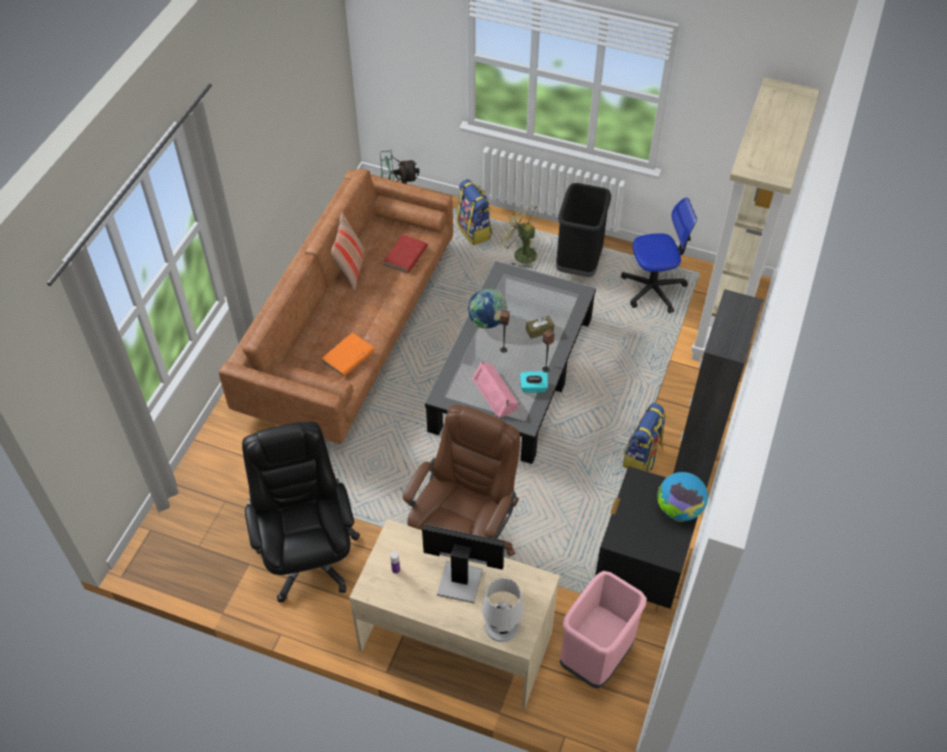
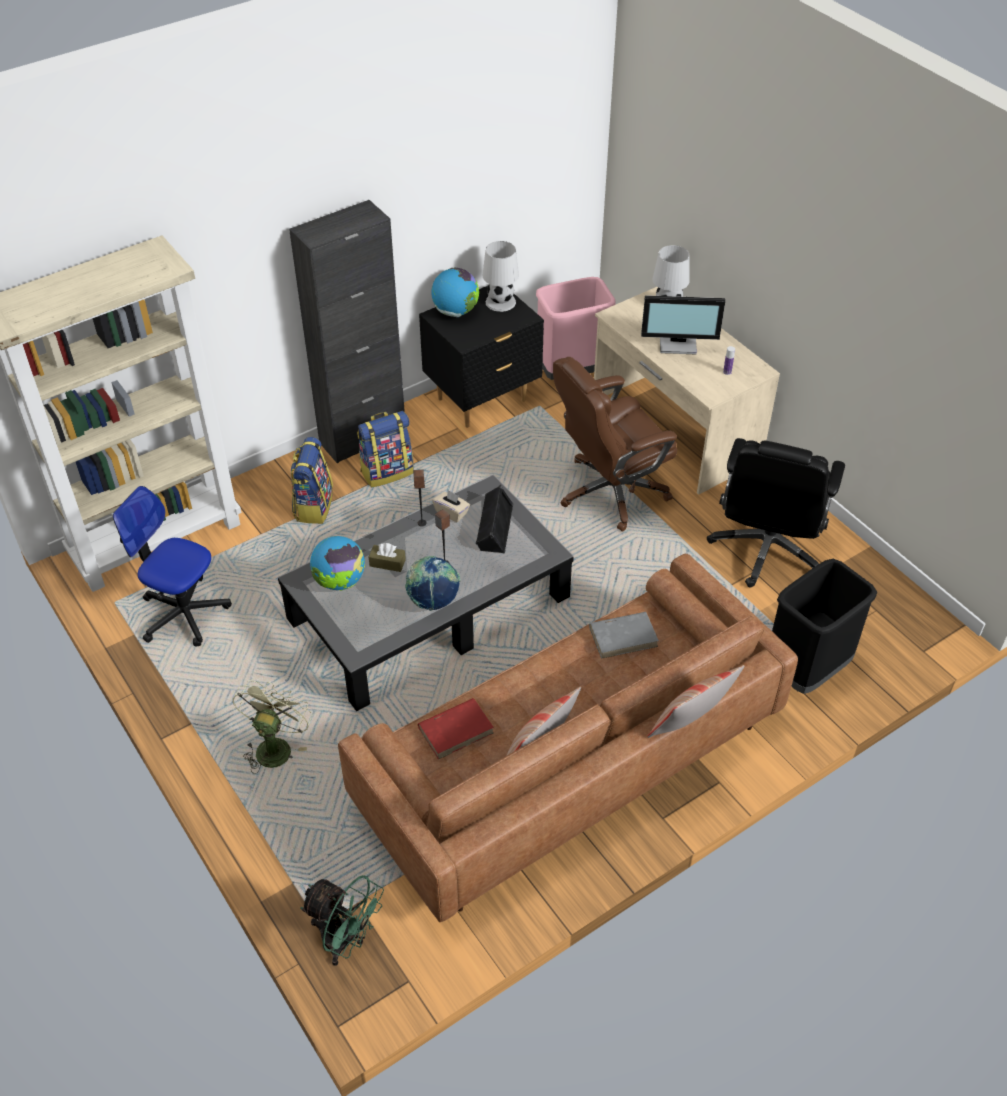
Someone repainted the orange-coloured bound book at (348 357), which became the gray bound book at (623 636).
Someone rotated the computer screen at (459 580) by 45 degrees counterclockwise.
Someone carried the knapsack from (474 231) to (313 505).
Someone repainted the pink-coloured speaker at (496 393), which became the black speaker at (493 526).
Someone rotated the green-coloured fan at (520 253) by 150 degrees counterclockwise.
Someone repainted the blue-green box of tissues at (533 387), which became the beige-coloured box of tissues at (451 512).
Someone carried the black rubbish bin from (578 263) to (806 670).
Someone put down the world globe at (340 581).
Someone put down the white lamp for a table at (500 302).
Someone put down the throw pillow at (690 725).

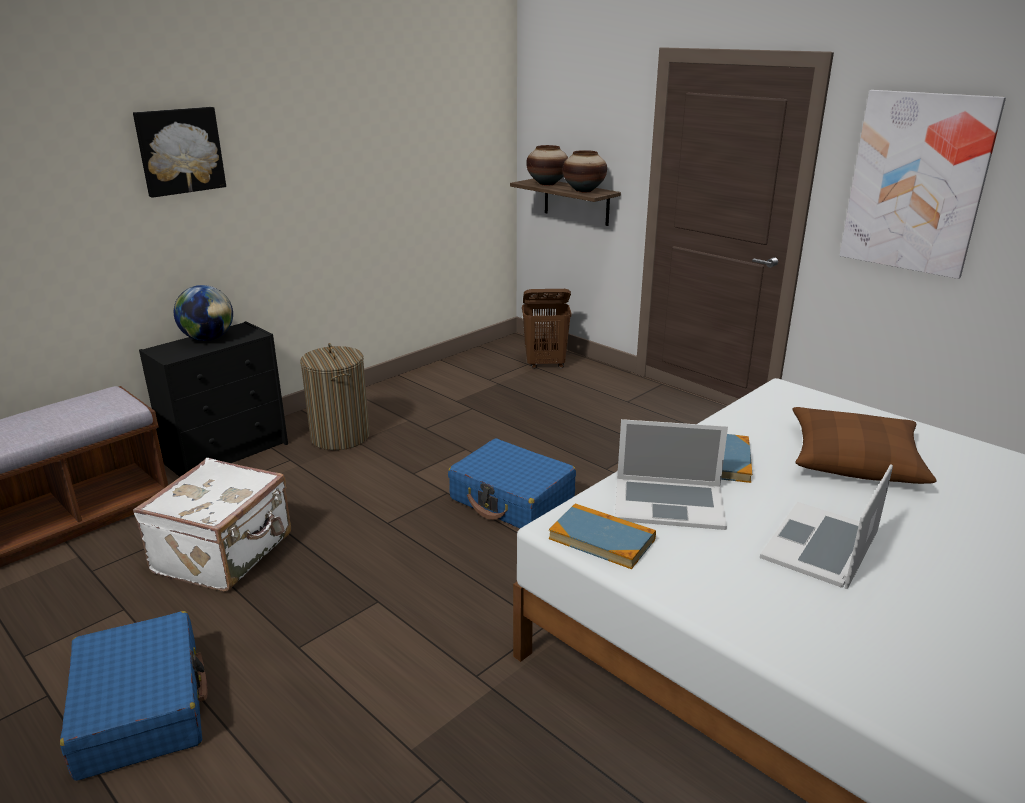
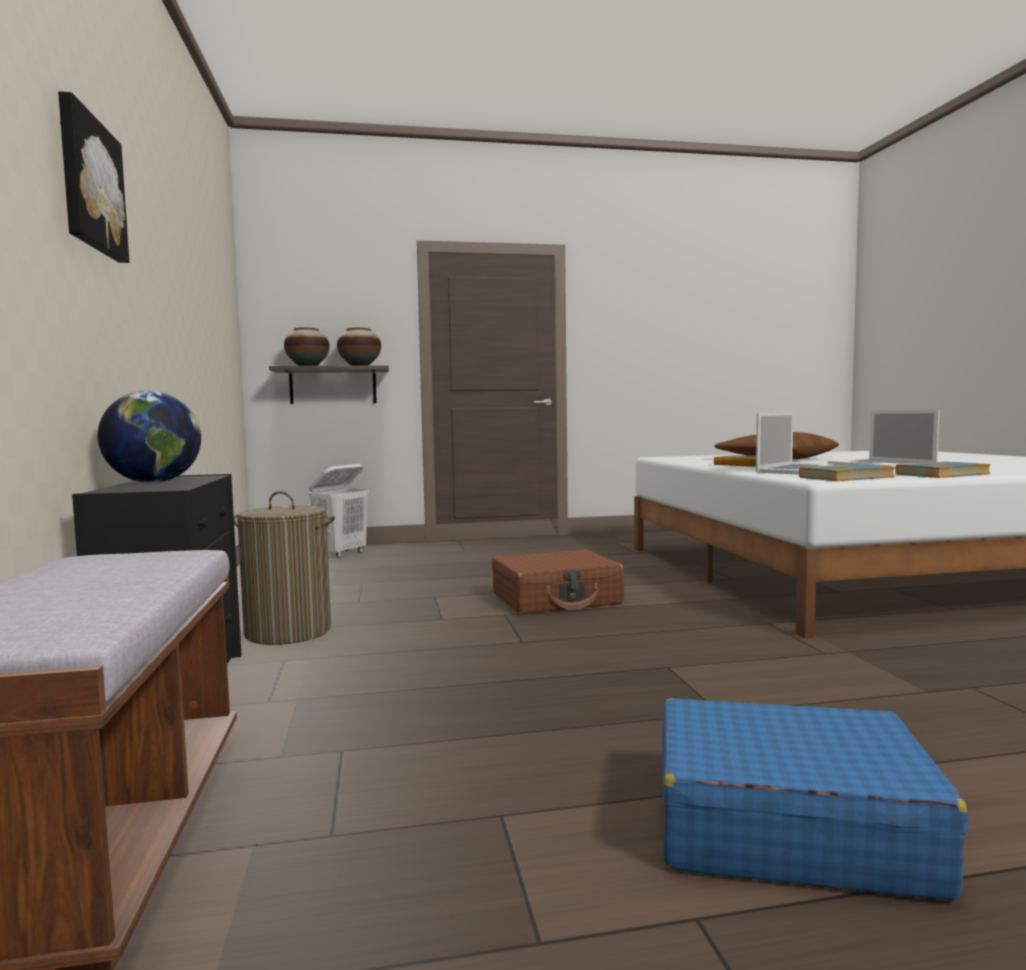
Someone took away the white travel case at (226 553).
Someone repainted the bluish travel case at (512 499), which became the brown travel case at (557 599).
Someone repainted the brown laundry basket at (545 364), which became the white laundry basket at (342 554).
Someone took away the wall art at (916 183).
Someone put down the bound book at (942 474).

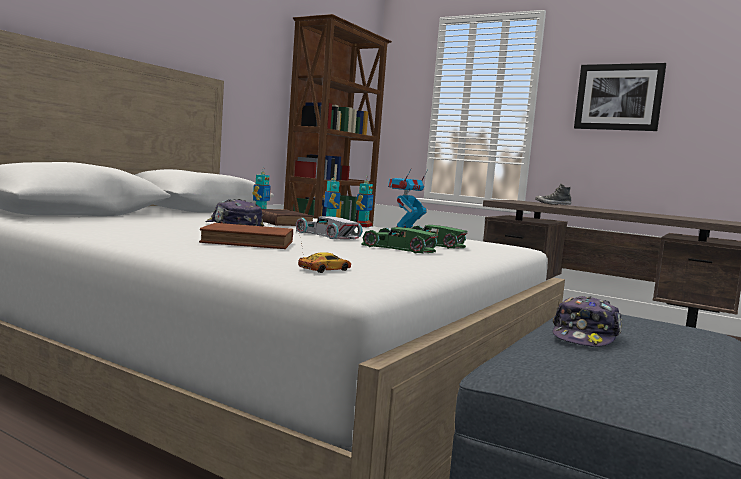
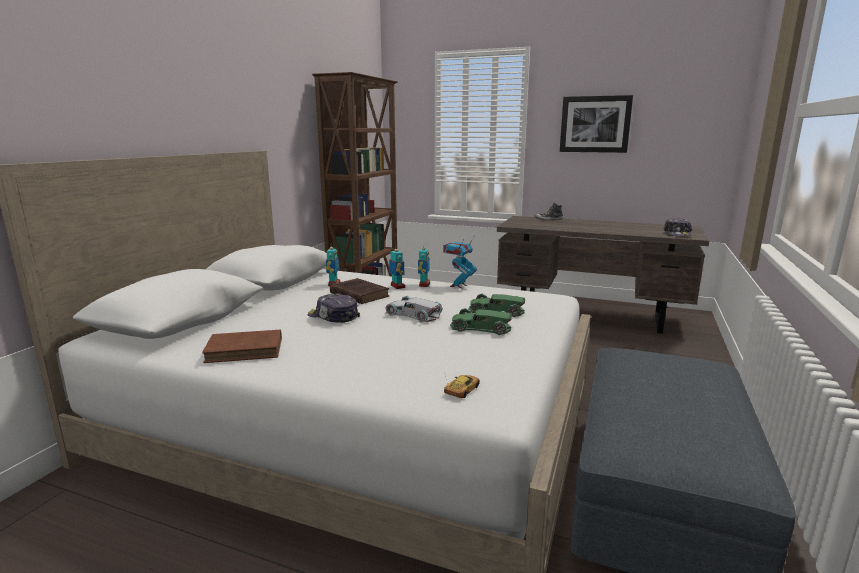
Someone carried the brown bound book from (250 242) to (247 350).
Someone carried the baseball cap from (585 336) to (677 234).

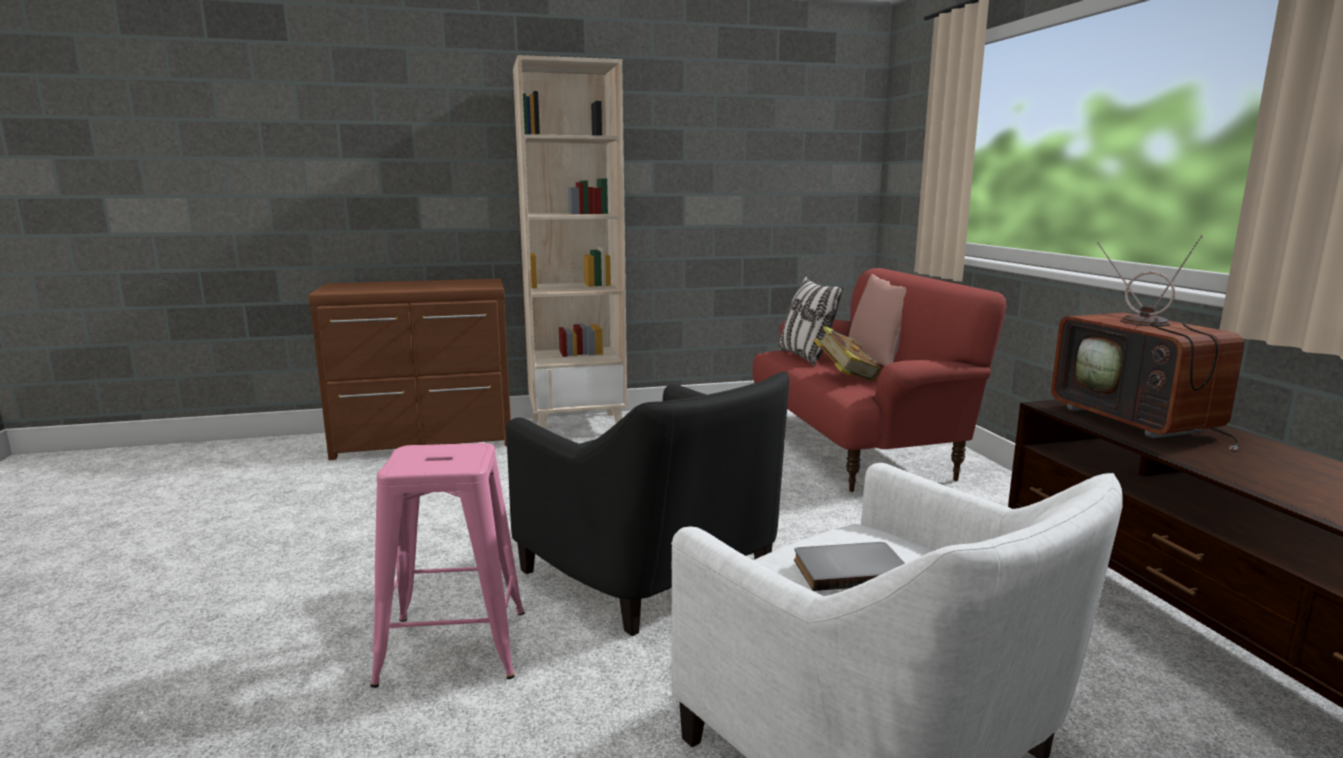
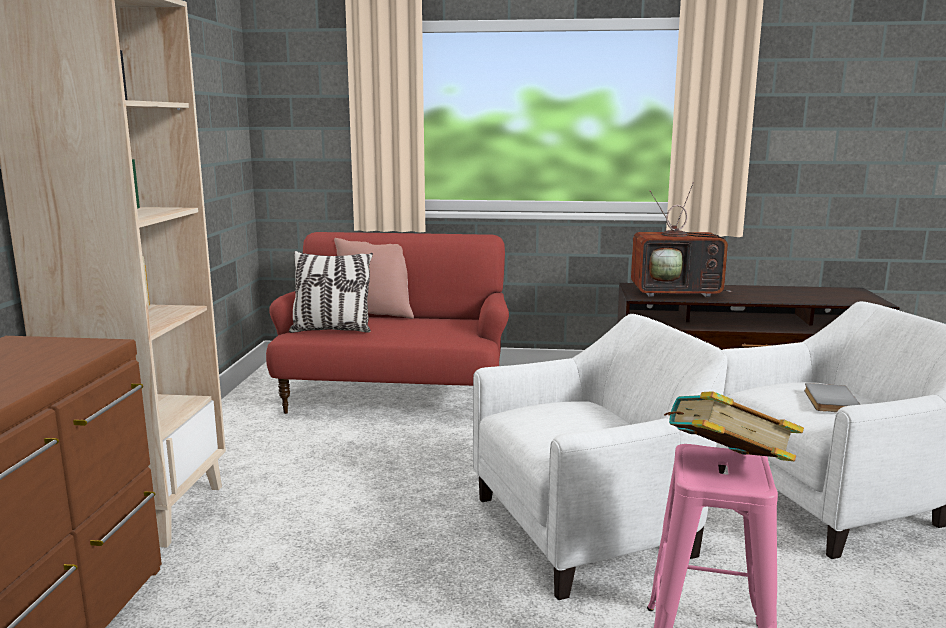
Someone repainted the black easy chair at (655 571), which became the white easy chair at (591 528).
Someone carried the bound book from (845 378) to (726 467).

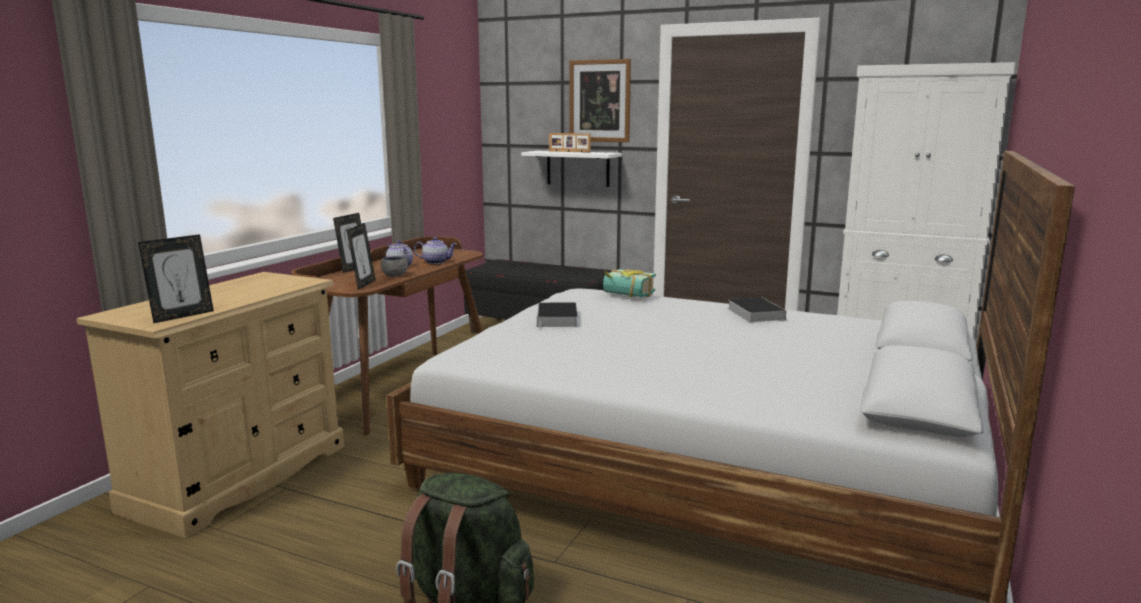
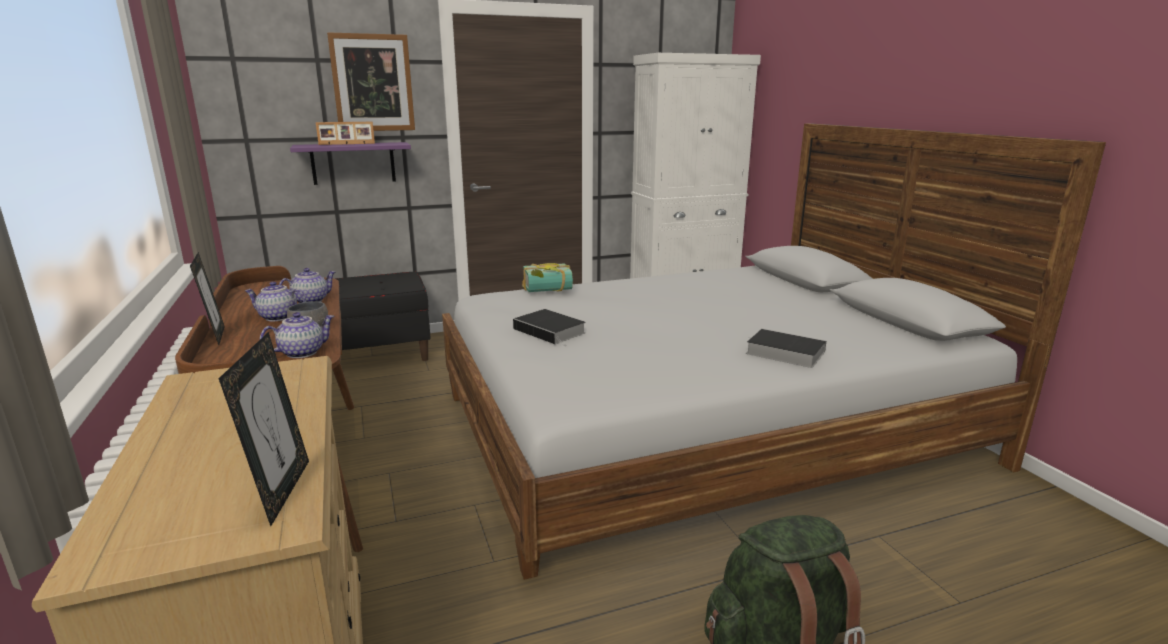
Someone swapped the photo frame at (363 284) for the teapot at (302 352).
Someone repainted the white wall shelf at (578 168), which became the purplish wall shelf at (353 163).
Someone carried the bound book from (754 313) to (782 352).

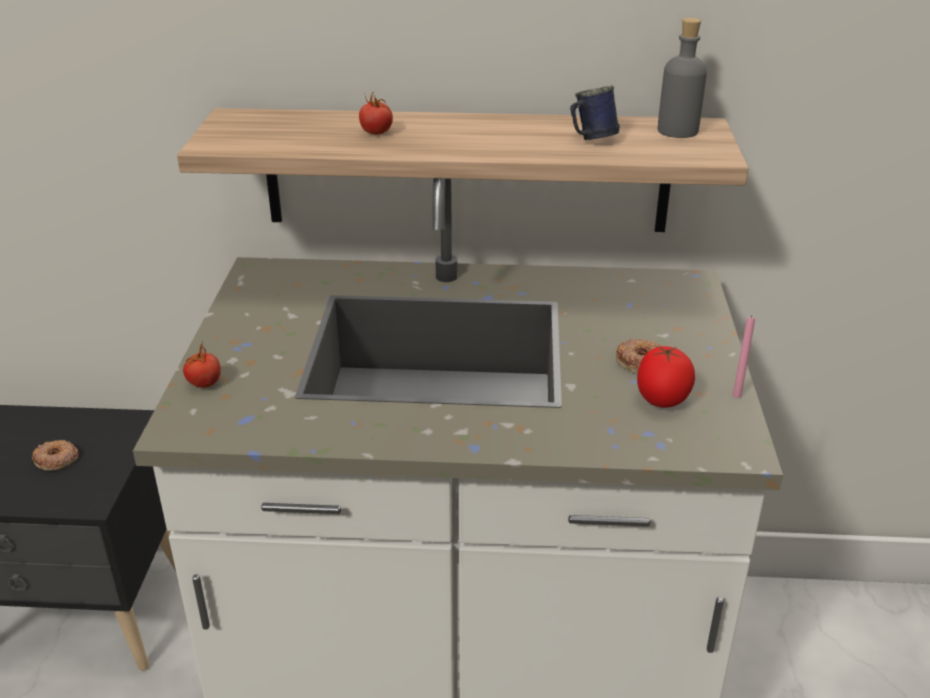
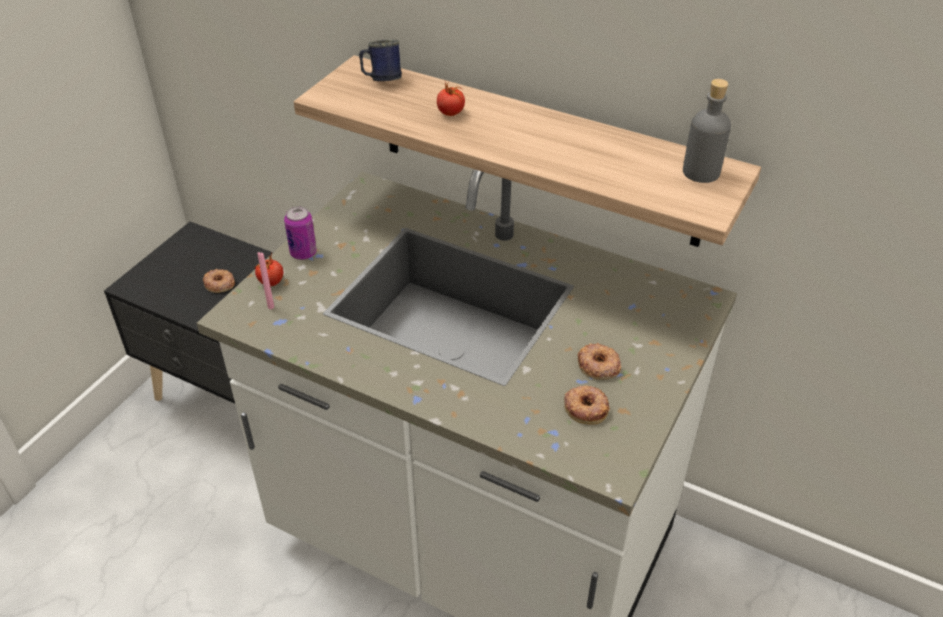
Someone carried the bluish mug from (590 140) to (381 80).
Someone swapped the tomato at (662 402) for the donut at (586 407).
Someone carried the pink-coloured wax light from (736 395) to (271 307).
Someone put down the metal can at (303 253).

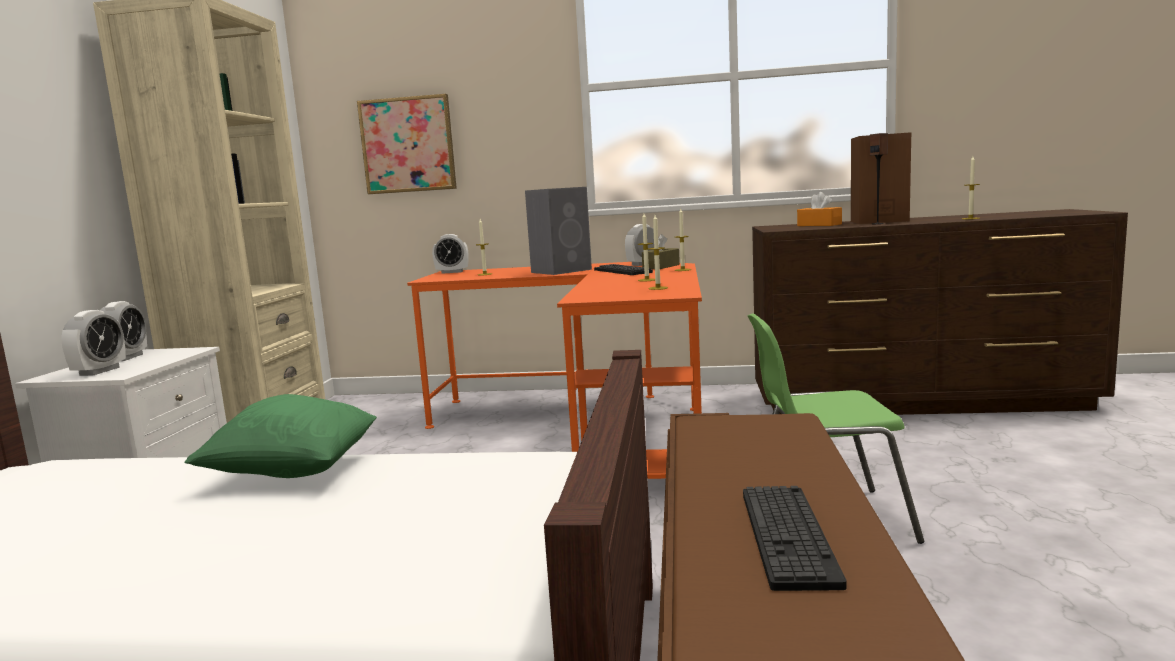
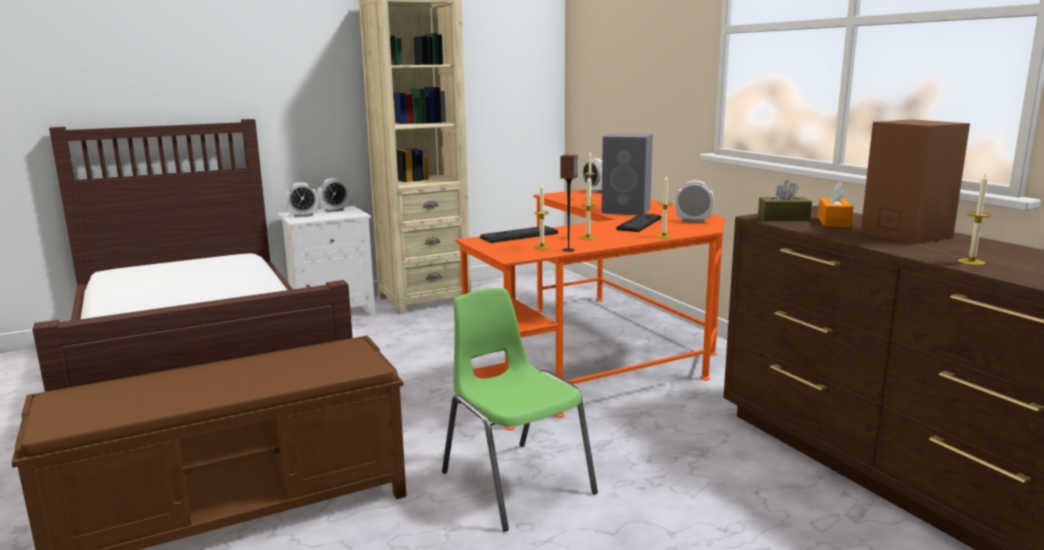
Someone took away the green-coloured throw pillow at (293 471).
Someone took away the wall art at (408 145).
Someone carried the brown box of tissues from (661 267) to (783 218).
Someone carried the PC keyboard from (787 535) to (519 235).
Someone carried the speaker from (877 223) to (568 250).

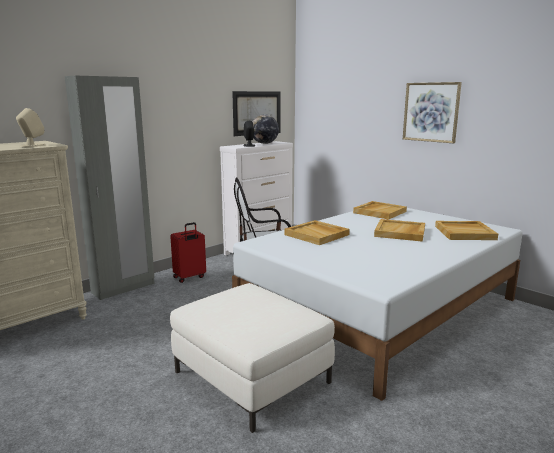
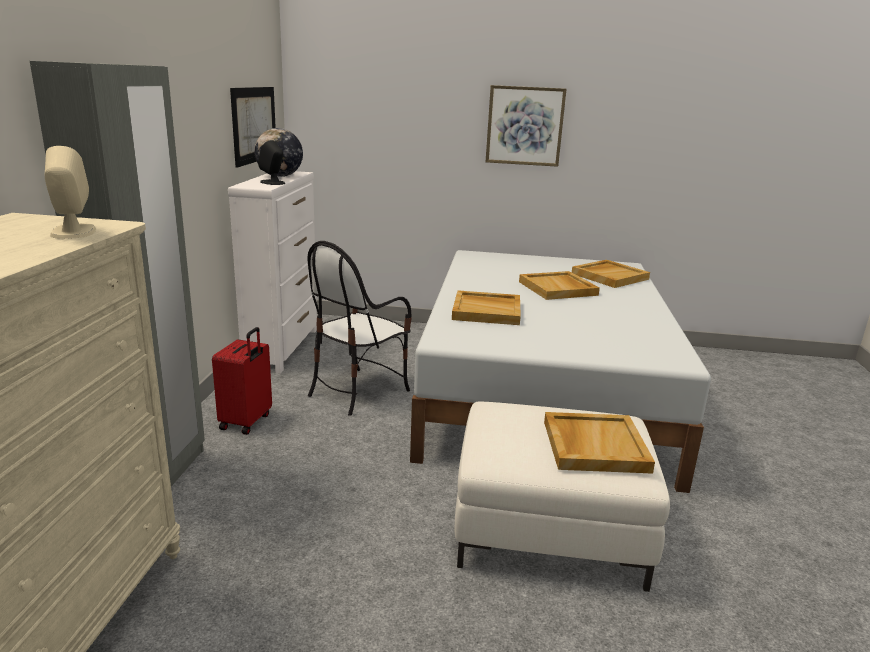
Someone carried the beige-coloured carrying tray from (379 212) to (593 445).

